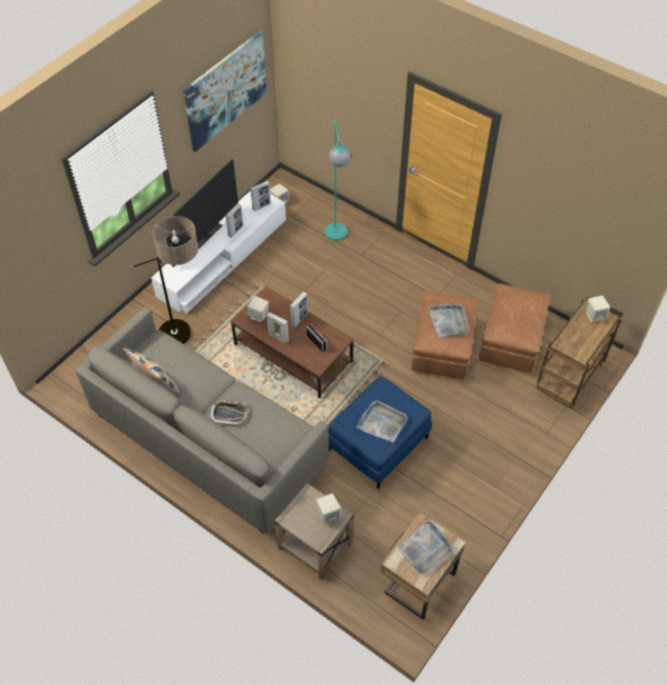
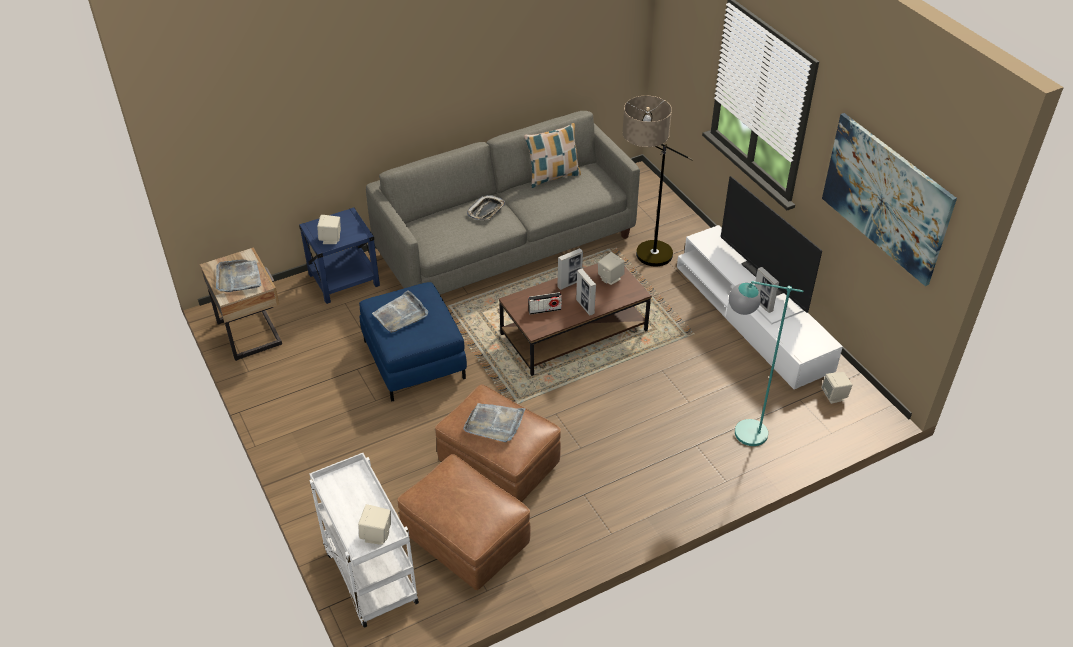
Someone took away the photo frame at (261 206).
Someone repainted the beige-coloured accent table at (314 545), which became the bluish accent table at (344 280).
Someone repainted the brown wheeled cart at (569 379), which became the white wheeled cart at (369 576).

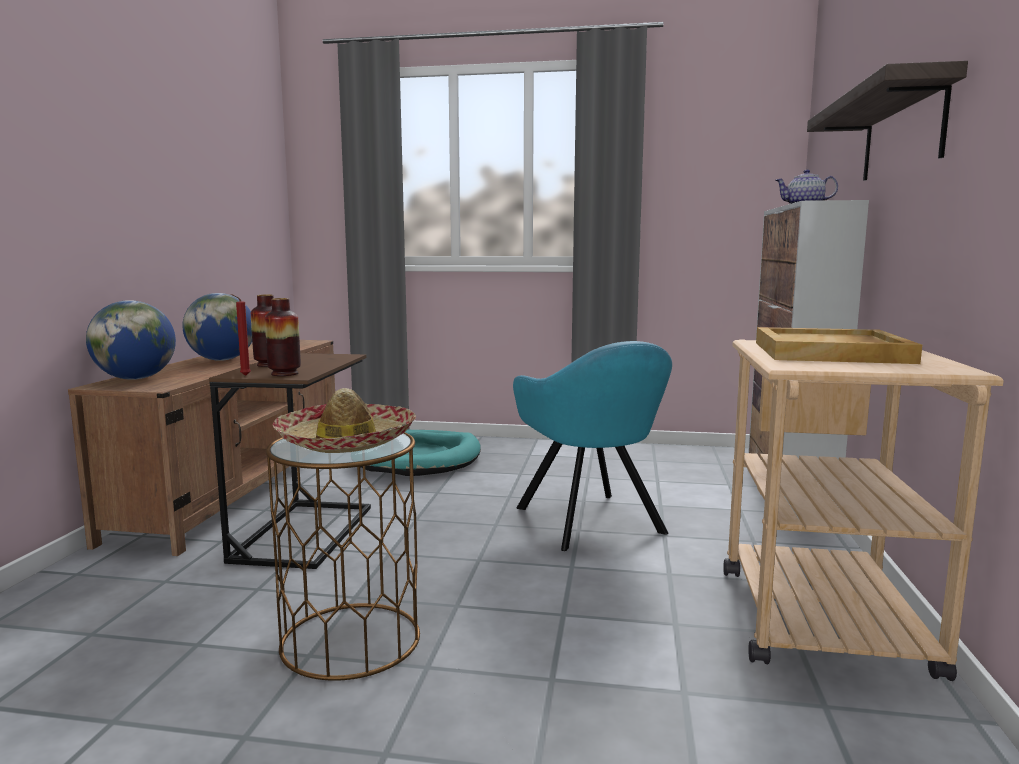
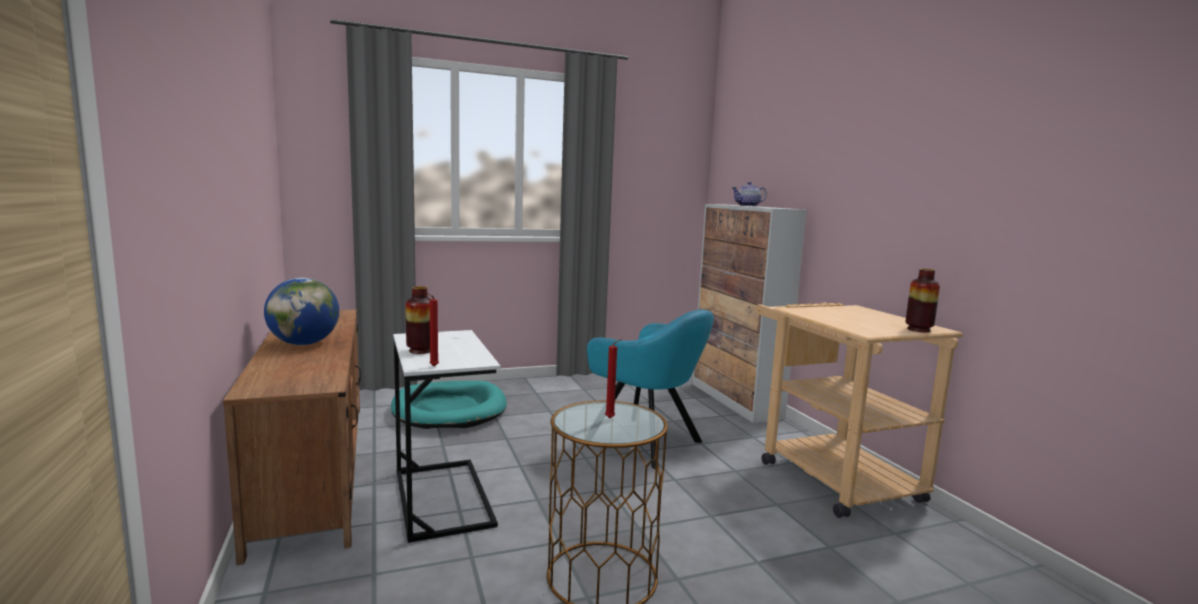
Someone took away the world globe at (135 378).
Someone repainted the brown accent table at (304 533), which became the white accent table at (442 498).
Someone carried the flower vase from (284 374) to (918 330).
Someone swapped the clothing hat at (346 441) for the red-coloured wax light at (611 418).
Someone took away the beige-coloured carrying tray at (831 352).
Someone took away the wall shelf at (902 133).

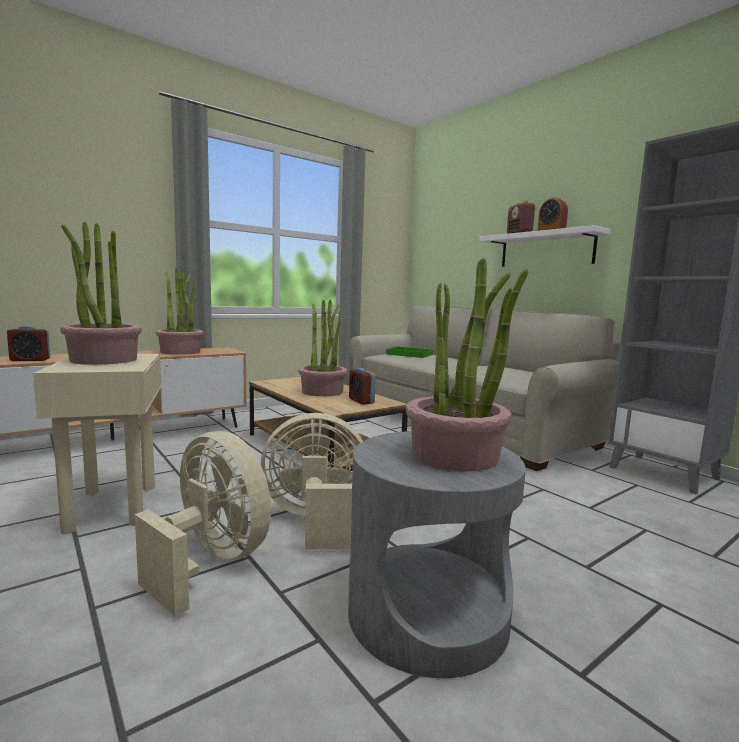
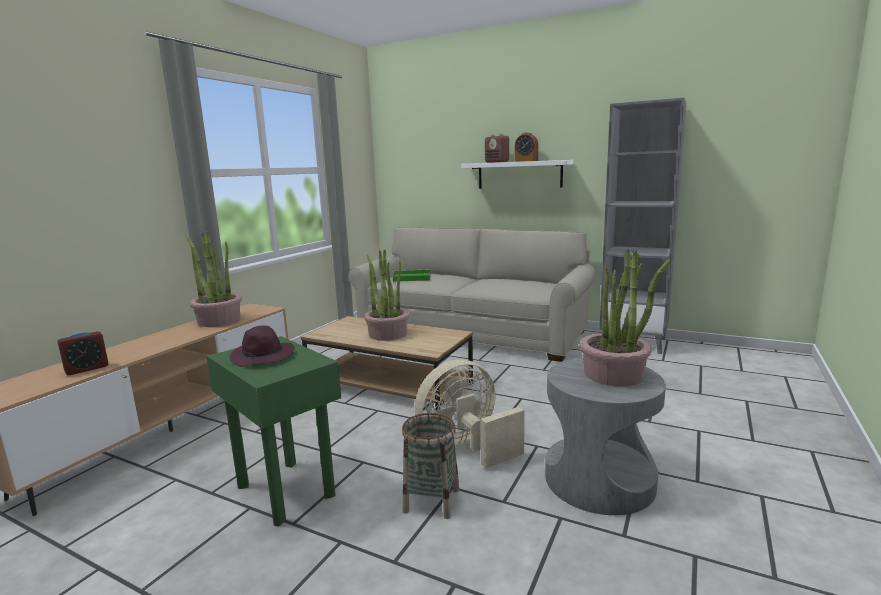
Someone repainted the beige-coloured accent table at (114 507), which became the green-coloured accent table at (286 490).
Someone swapped the houseplant at (103 360) for the purplish clothing hat at (263 357).
Someone swapped the beige-coloured fan at (211 562) for the basket at (431 500).
Someone took away the table clock at (361 401).

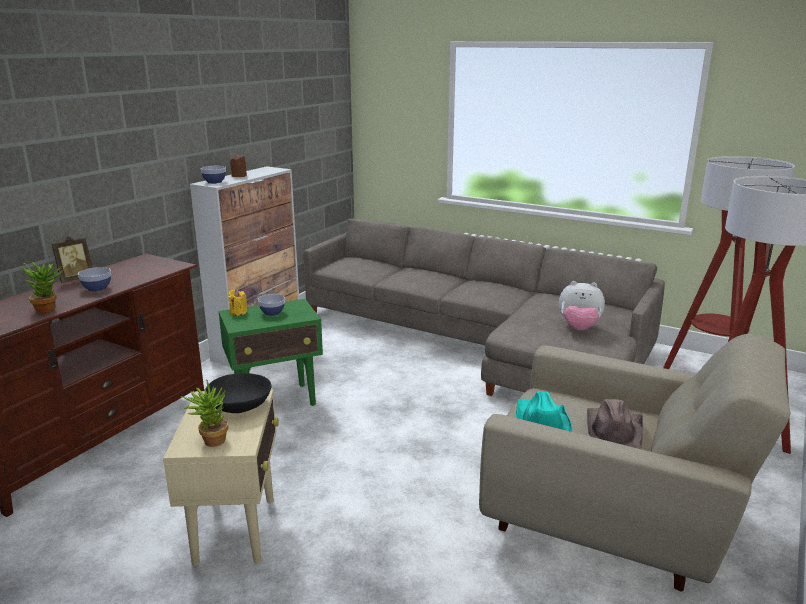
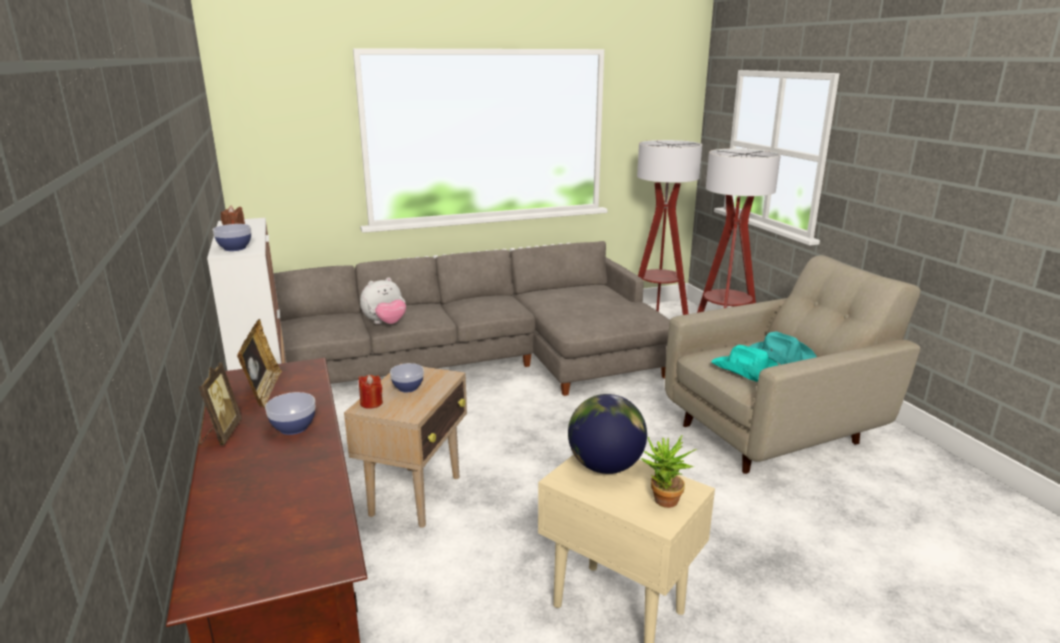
Someone took away the houseplant at (50 309).
Someone swapped the black bowl at (240 405) for the world globe at (605 466).
Someone repainted the green-coloured accent table at (276 401), which became the beige-coloured accent table at (416 495).
Someone repainted the yellow-coloured wax light at (238 312), which became the red-coloured wax light at (371 403).
Someone carried the plush toy from (579 328) to (385 323).
Someone repainted the brown clothing hat at (614 431), which became the blue-green clothing hat at (780 356).
Someone put down the photo frame at (263 391).

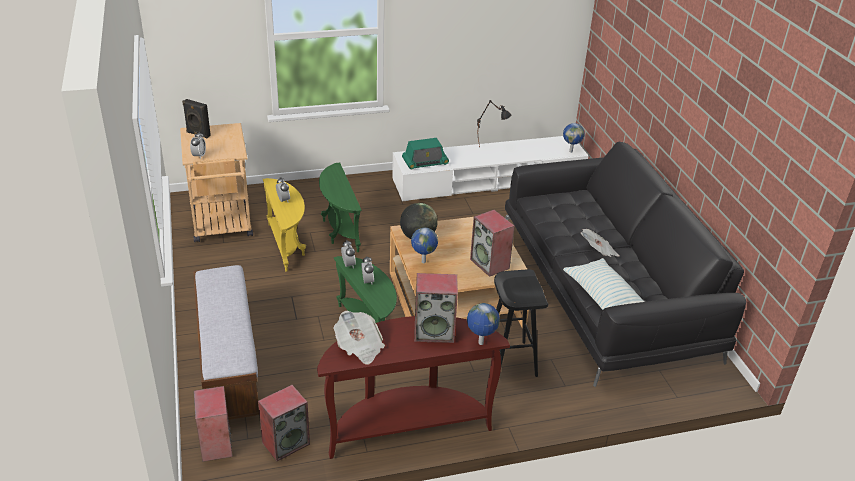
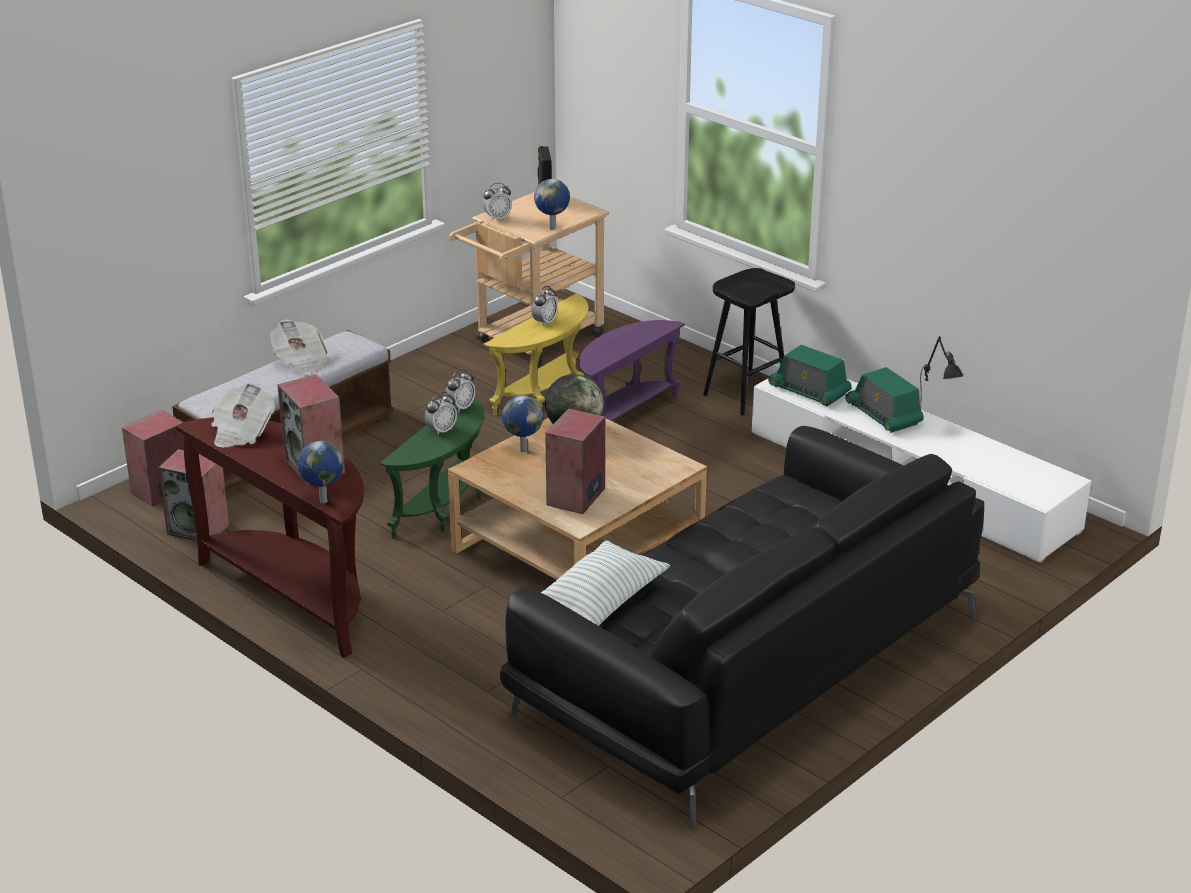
Someone repainted the green-coloured accent table at (339 230), which became the purplish accent table at (623 415).
Someone carried the black stool seat from (509 360) to (746 393).
Someone carried the world globe from (571 151) to (553 229).
Someone carried the printed paper from (598 252) to (301 361).
Someone put down the radio set at (883 414).

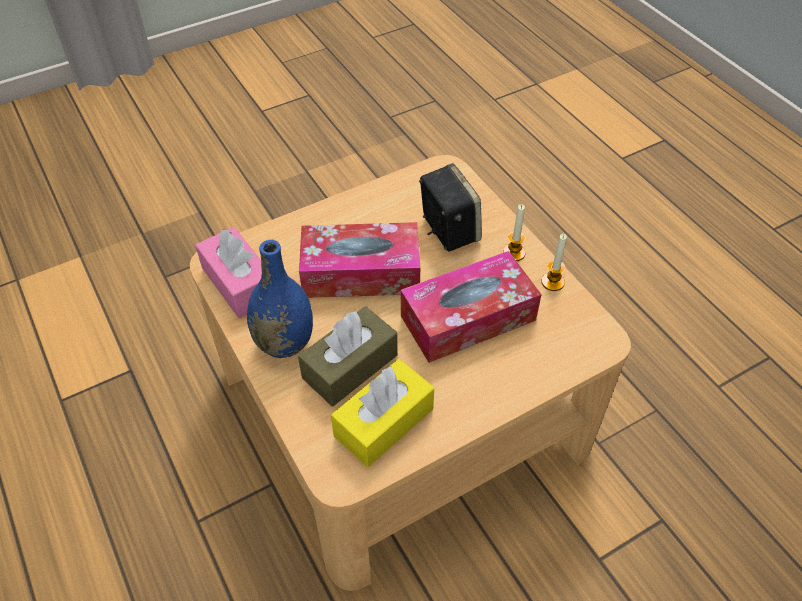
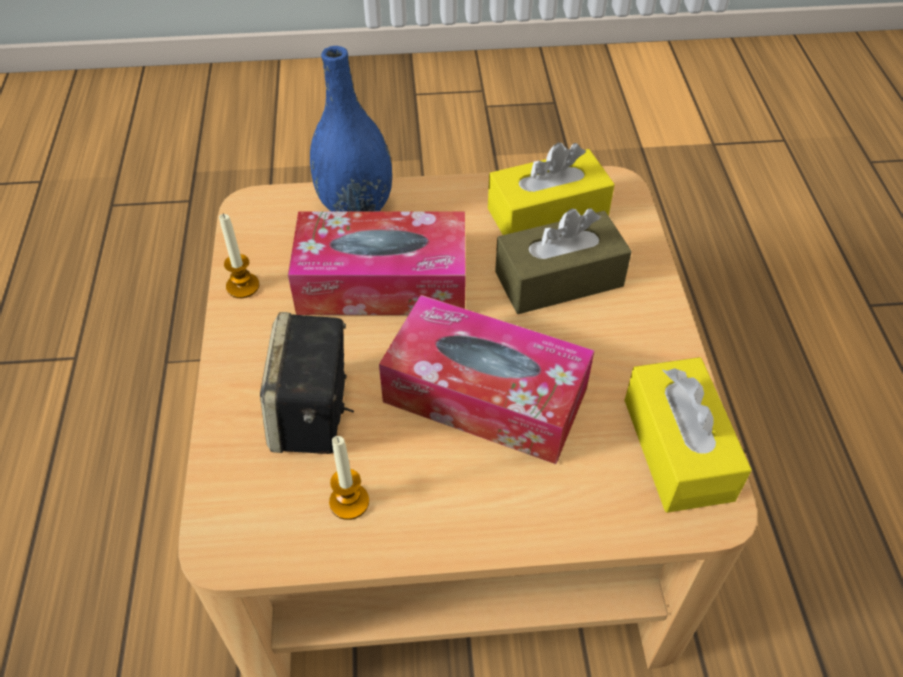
Someone repainted the pink-coloured box of tissues at (239 283), which became the yellow-coloured box of tissues at (677 448).
Someone carried the bluish flower vase from (285 343) to (356 207).
Someone carried the wax light from (514 253) to (349 502).

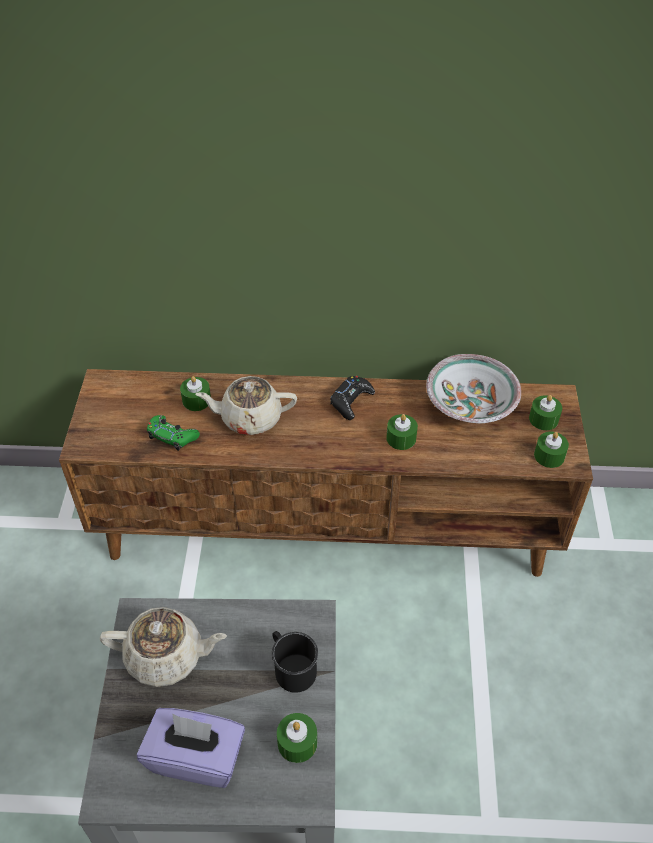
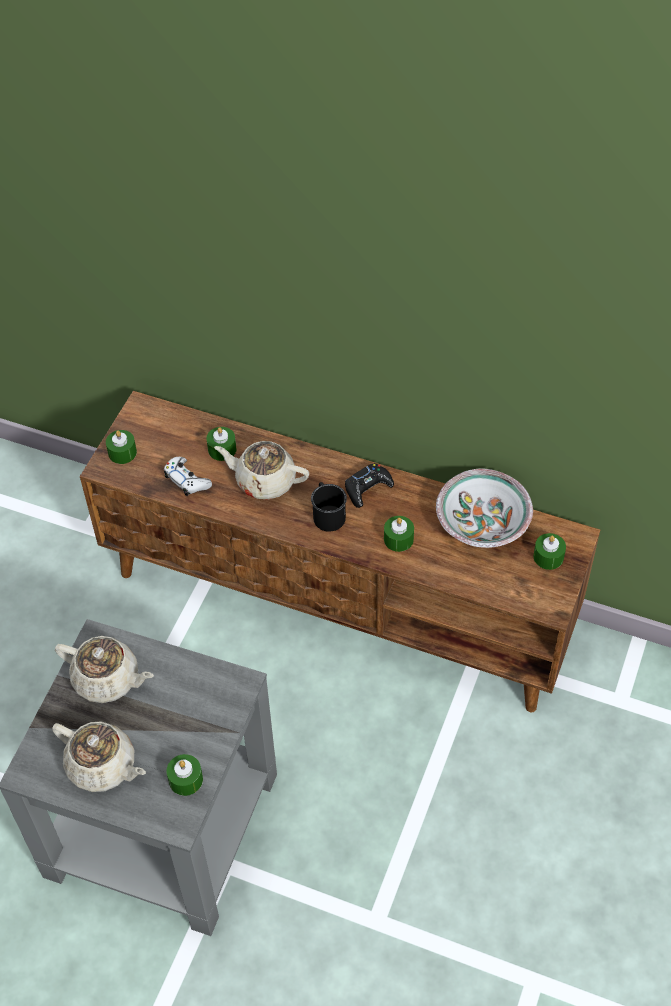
Someone swapped the purplish box of tissues at (196 757) for the beige-coloured teapot at (103 766).
Someone repainted the green-coloured joypad at (172 436), which became the white joypad at (187 480).
Someone carried the black mug from (291 668) to (327 514).
Someone carried the green-coloured wax light from (549 456) to (122 452).

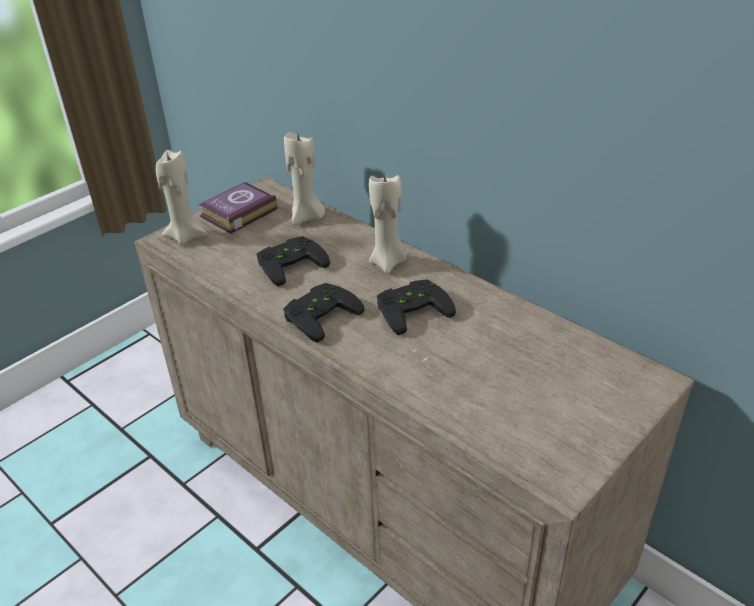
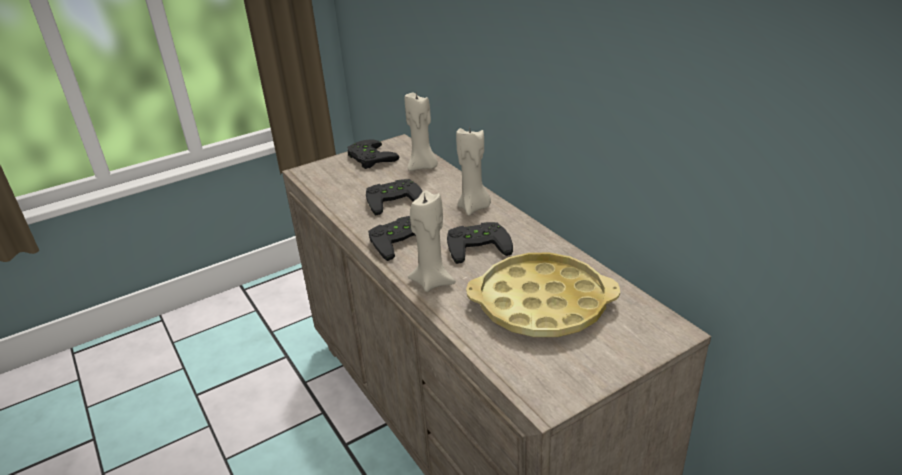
Someone carried the beige-coloured wax light from (185 236) to (432 281).
Someone swapped the bound book at (237 213) for the black joypad at (368 158).
Someone put down the yellow-coloured carrying tray at (541 303).

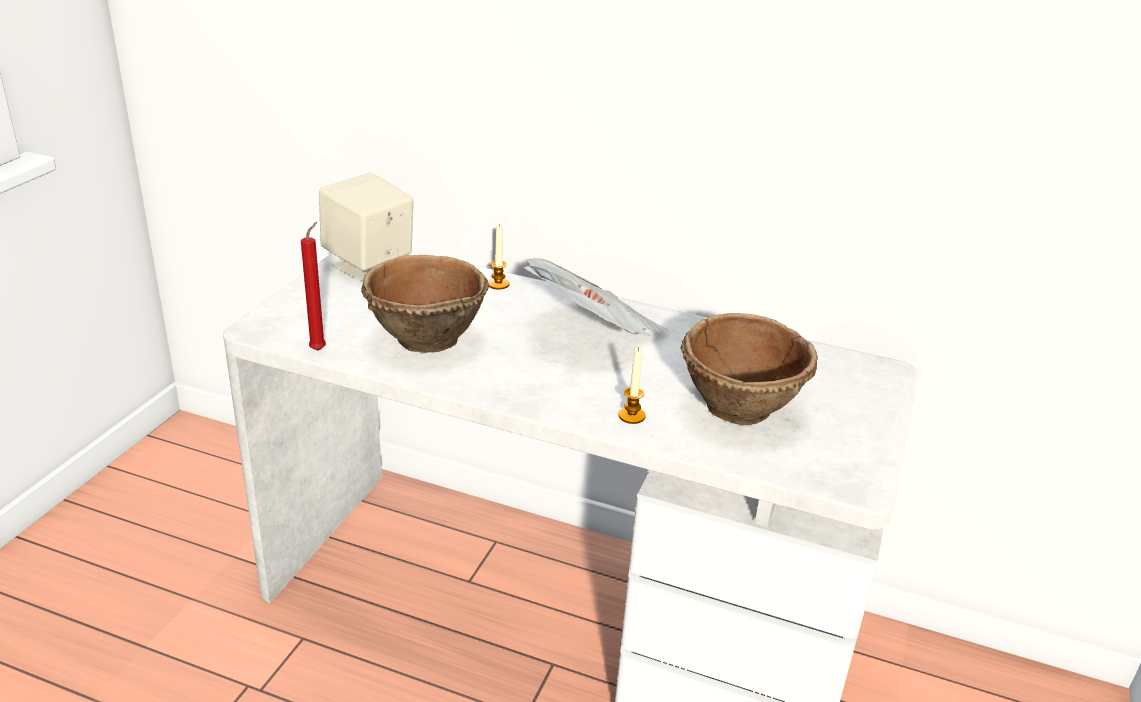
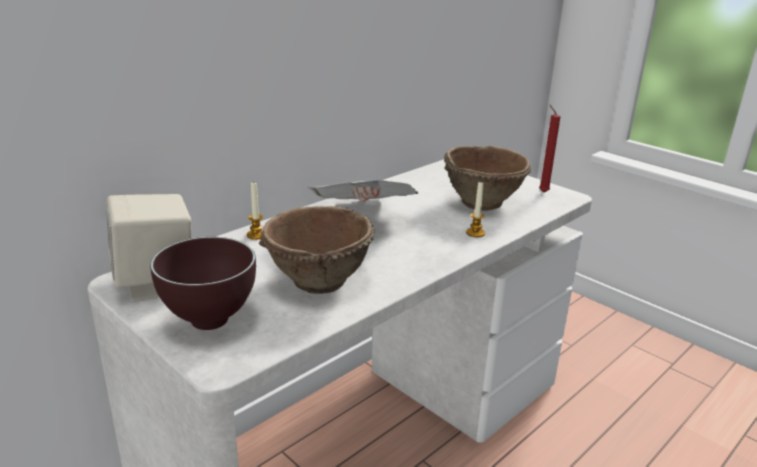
Someone carried the red-coloured wax light from (320 349) to (542 192).
Someone put down the brown bowl at (212 320).

